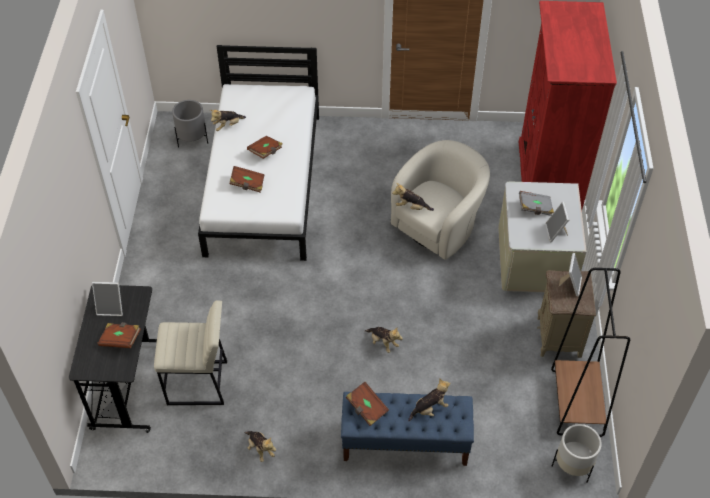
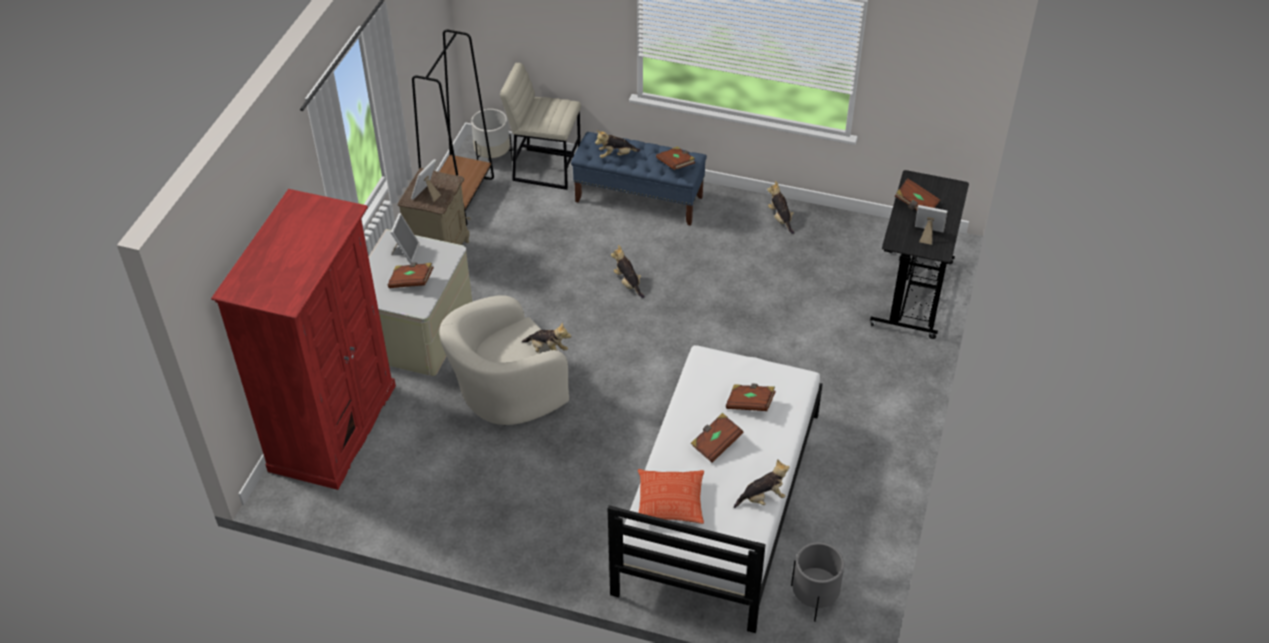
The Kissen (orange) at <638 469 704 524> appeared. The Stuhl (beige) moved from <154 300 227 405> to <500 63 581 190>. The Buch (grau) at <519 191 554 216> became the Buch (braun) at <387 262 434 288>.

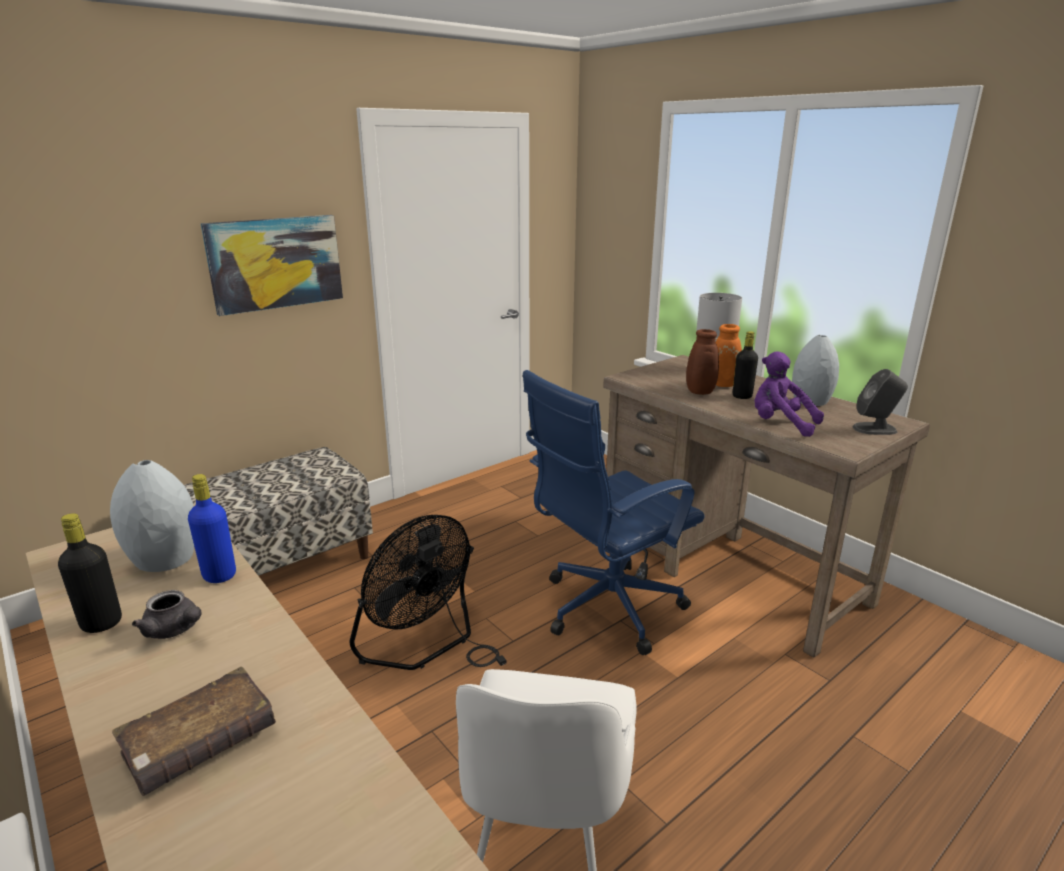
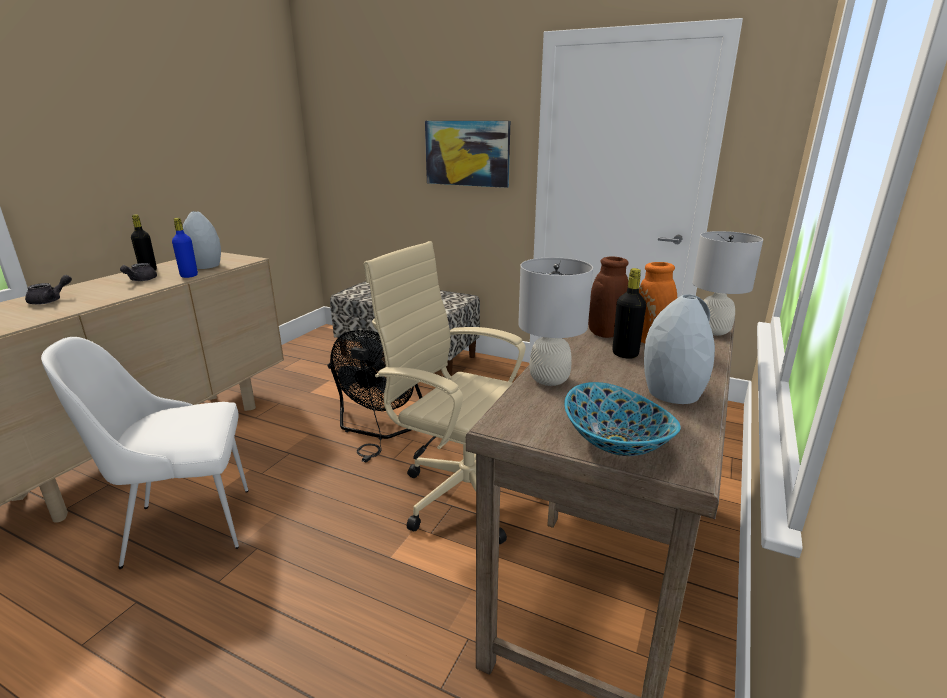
The Buch (braun) at <112 666 276 796> was replaced by the Teekanne (grau) at <25 275 72 305>. The Plüschtier (lila) at <754 351 824 437> was replaced by the Tischlampe (grau) at <518 257 593 386>. The Lautsprecher (grau) at <853 369 908 435> was replaced by the Schüssel at <564 382 681 456>. The Bürostuhl (blau) at <523 370 704 655> became the Bürostuhl (beige) at <364 241 526 544>.

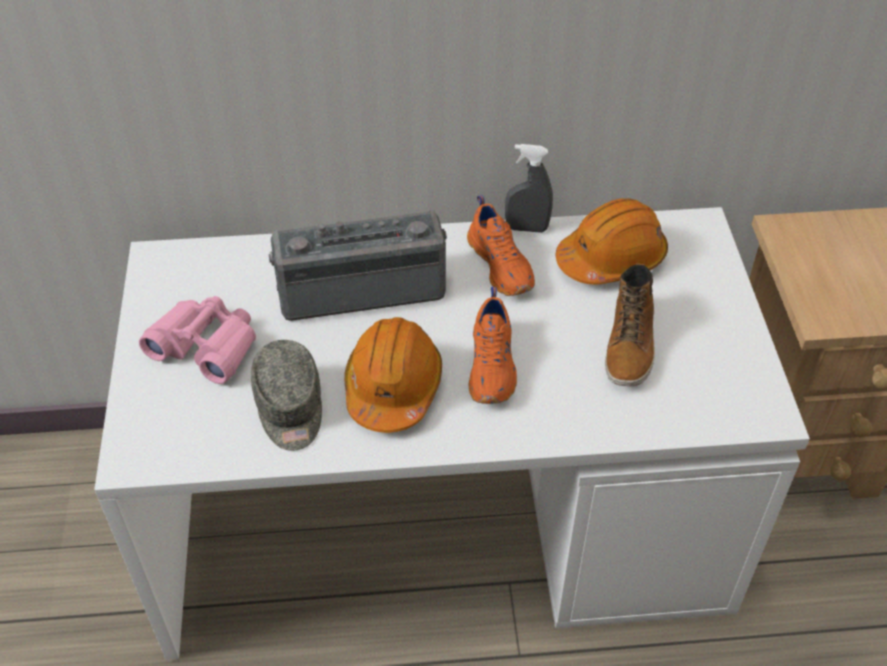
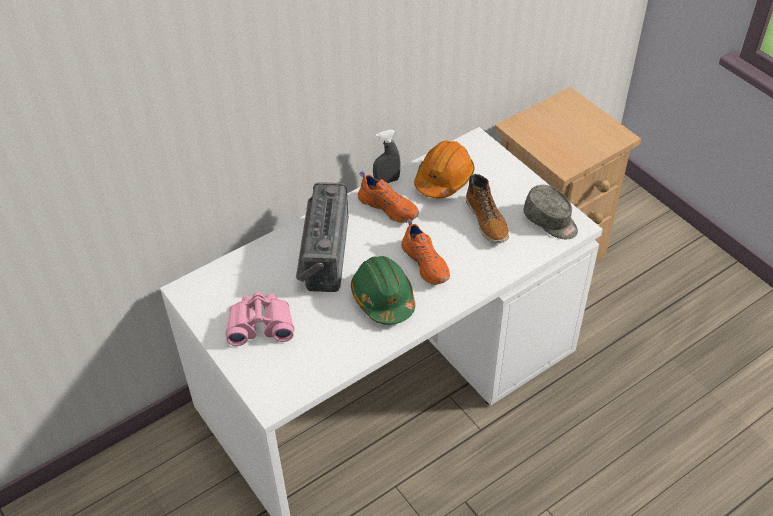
The Kappe (grau) moved from <251 340 322 451> to <523 185 578 239>. The Schutzhelm (orange) at <344 317 442 433> became the Schutzhelm (grün) at <351 256 415 325>. The Radio at <269 210 447 321> turned 45 degrees counterclockwise.

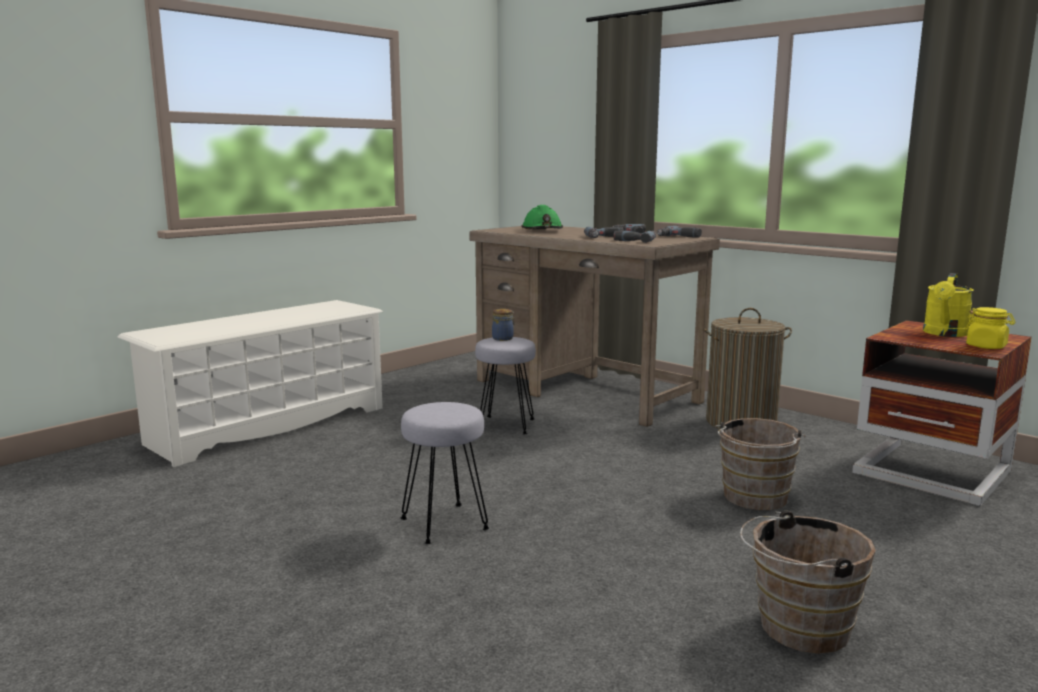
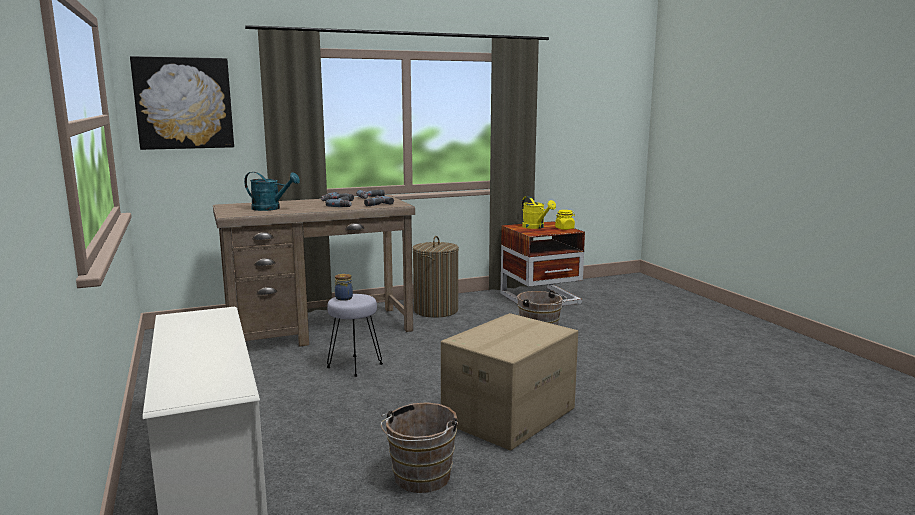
The Bild at <130 56 234 150> appeared. The Eimer (braun) moved from <740 511 876 653> to <381 402 458 493>. The Hocker (grau) at <401 402 489 544> was replaced by the Karton at <441 313 578 450>. The Schutzhelm (grün) at <521 205 563 230> was replaced by the Gießkanne (türkis) at <244 172 300 211>.

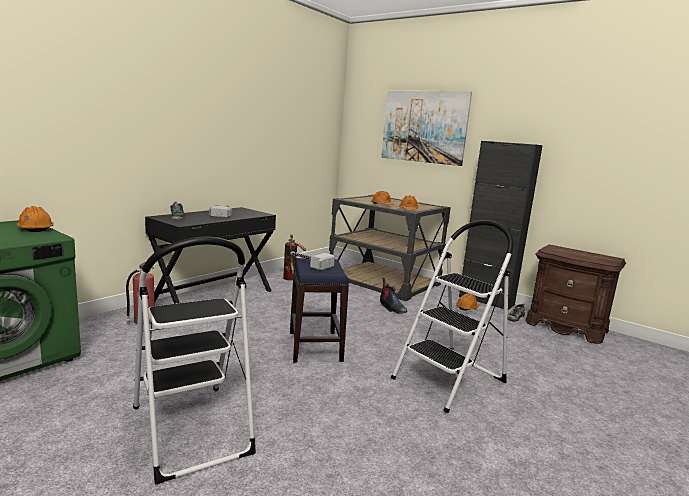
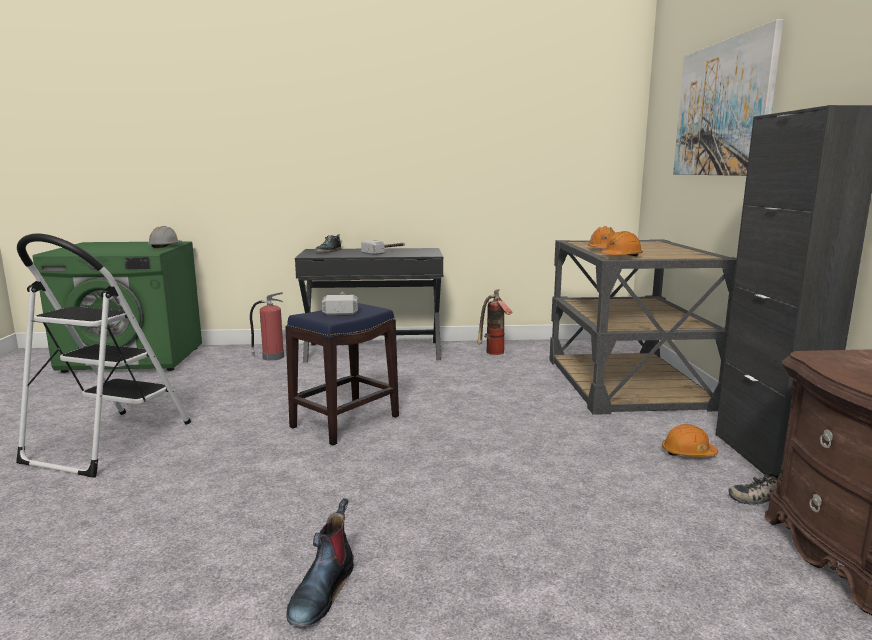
The Trittleiter at <391 220 513 413> disappeared. The Stiefel moved from <380 278 407 314> to <286 498 354 627>. The Schutzhelm (orange) at <17 206 54 232> became the Schutzhelm (grau) at <148 226 182 249>.

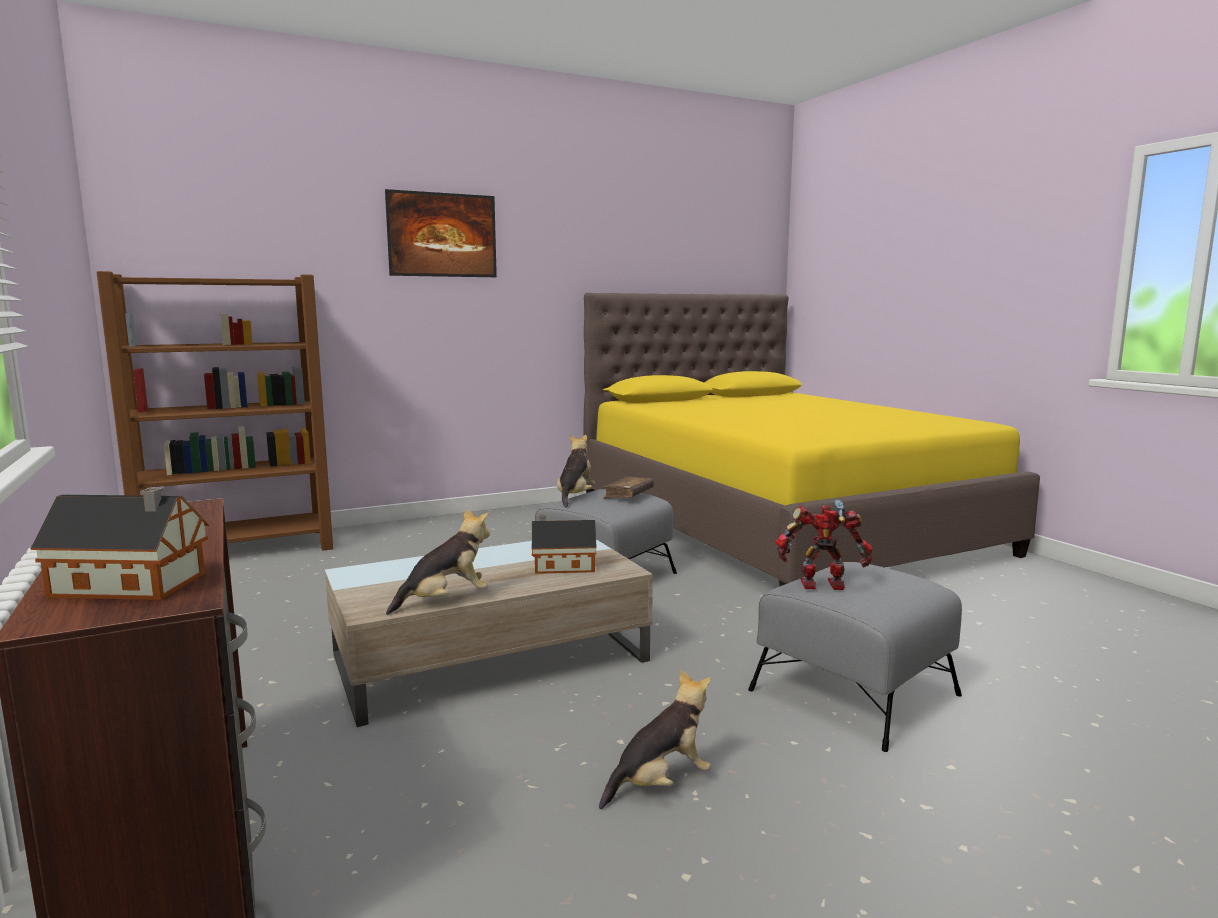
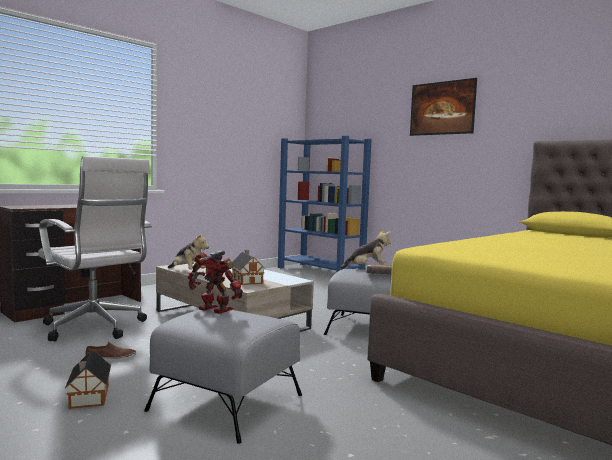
The Bürostuhl (weiß) at <38 156 152 341> appeared. The Spielzeughaus moved from <30 488 209 600> to <65 351 111 409>. The Plüschtier at <599 669 711 809> was replaced by the Schuh (braun) at <85 342 136 361>. The Bücherregal (braun) at <96 271 333 551> became the Bücherregal (blau) at <278 136 372 273>. The Spielzeugroboter at <776 499 873 590> turned 45 degrees counterclockwise.

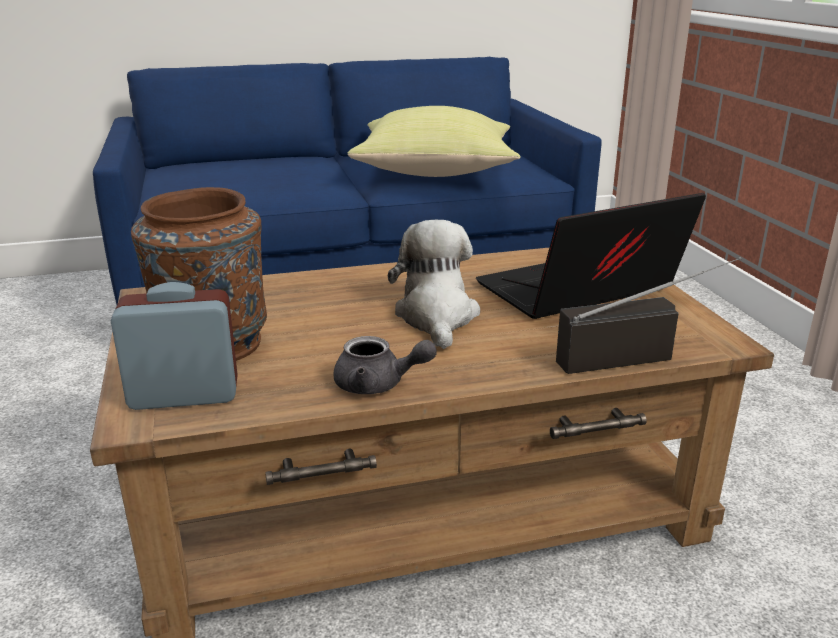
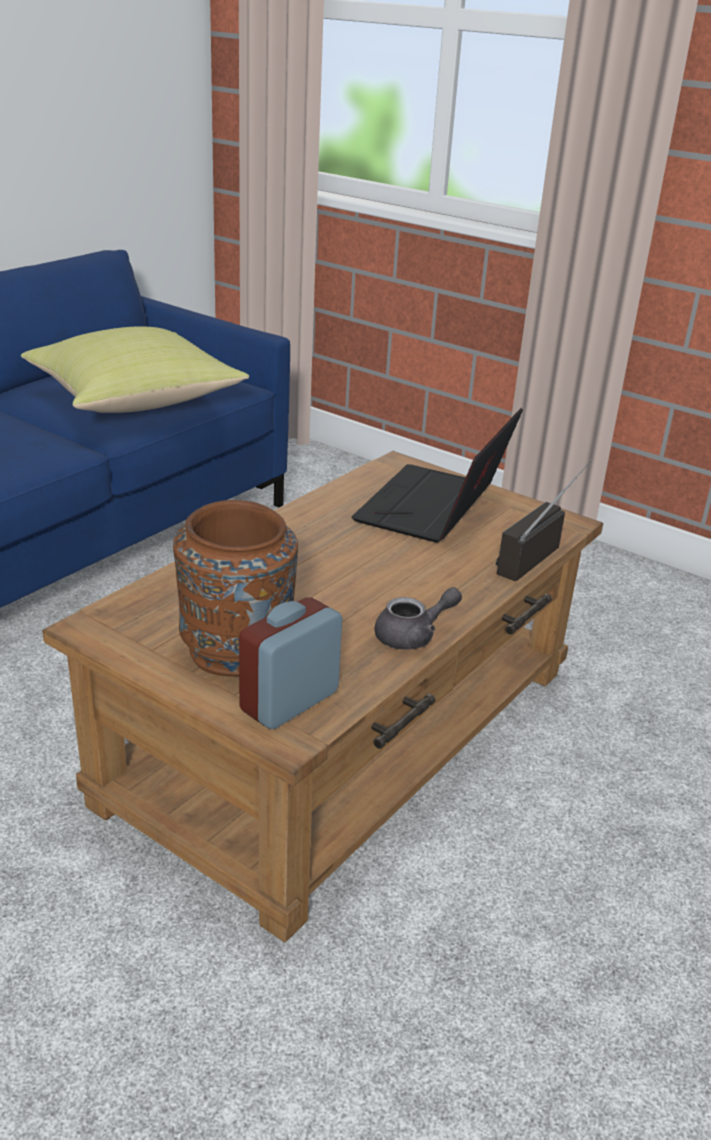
The Plüschtier at <388 220 480 349> disappeared.

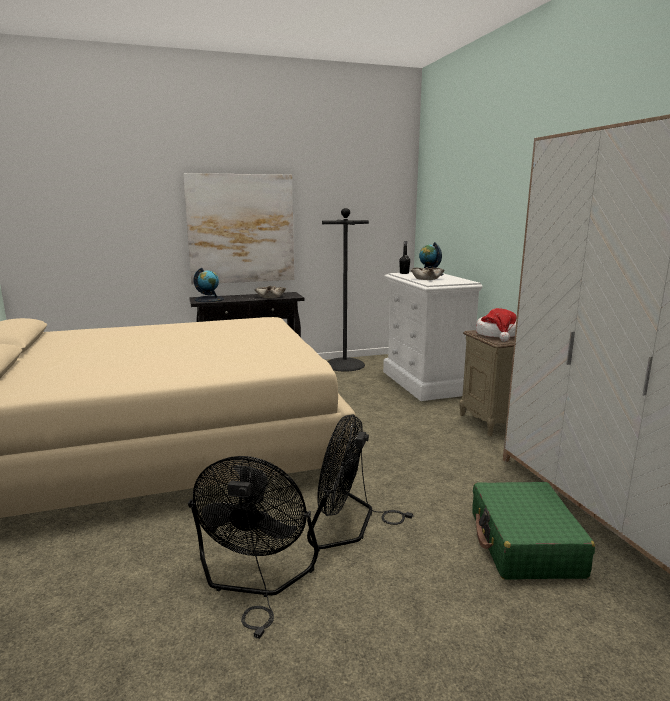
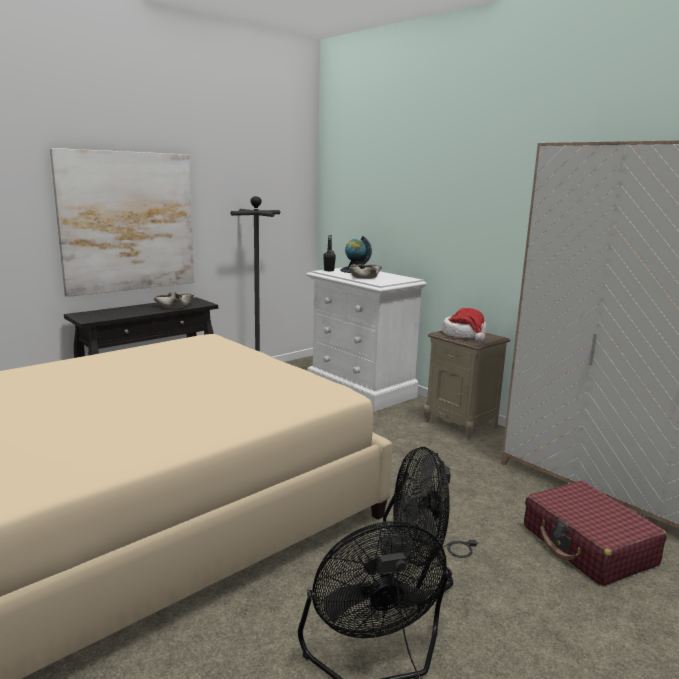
The Globus at <194 268 224 302> disappeared. The Koffer (grün) at <472 482 595 580> became the Koffer (rot) at <524 481 667 586>.

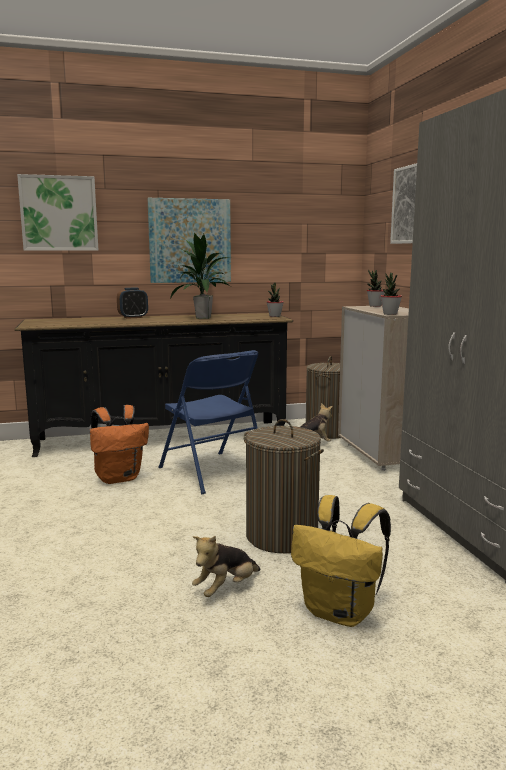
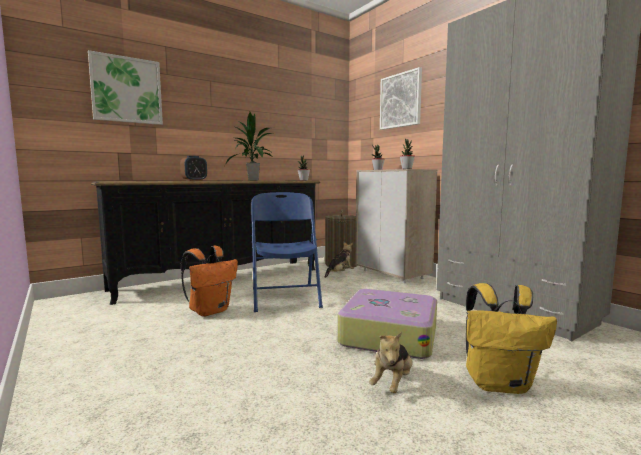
The Bild at <148 198 231 283> disappeared. The Wäschekorb at <243 419 324 553> was replaced by the Koffer at <337 289 437 359>. The Stuhl (blau) at <158 350 258 495> turned 135 degrees counterclockwise.

